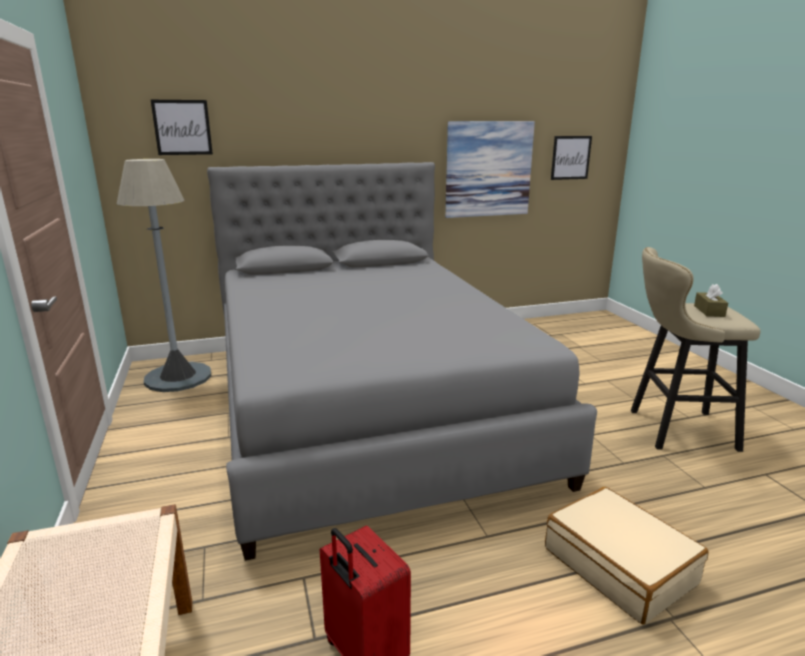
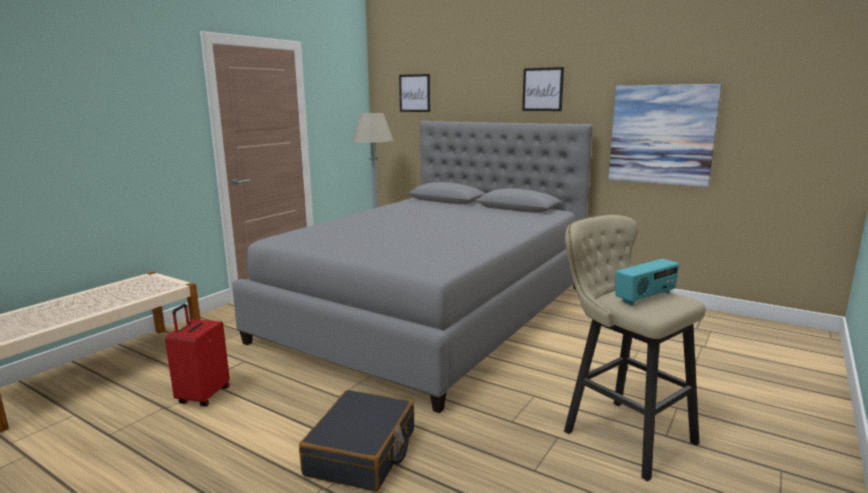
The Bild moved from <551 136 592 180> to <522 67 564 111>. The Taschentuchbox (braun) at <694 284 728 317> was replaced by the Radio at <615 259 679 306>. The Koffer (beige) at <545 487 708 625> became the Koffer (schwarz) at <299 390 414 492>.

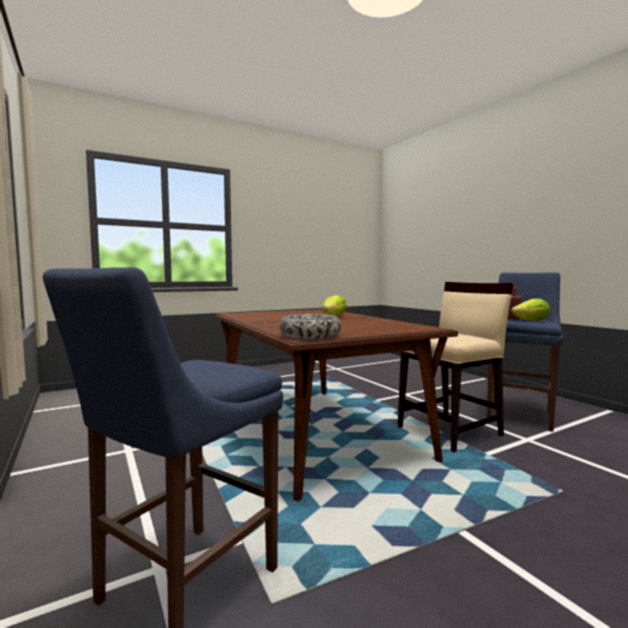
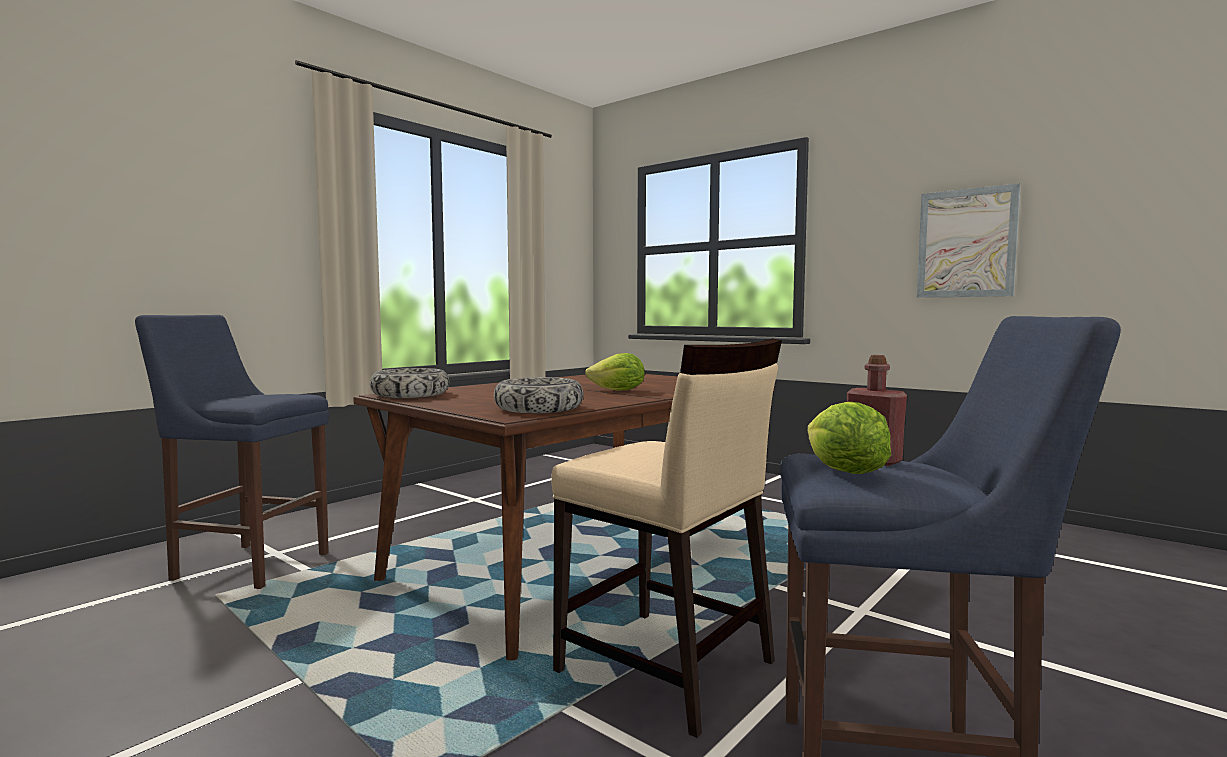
The Schüssel at <494 377 584 413> appeared. The Bild at <917 183 1021 298> appeared.

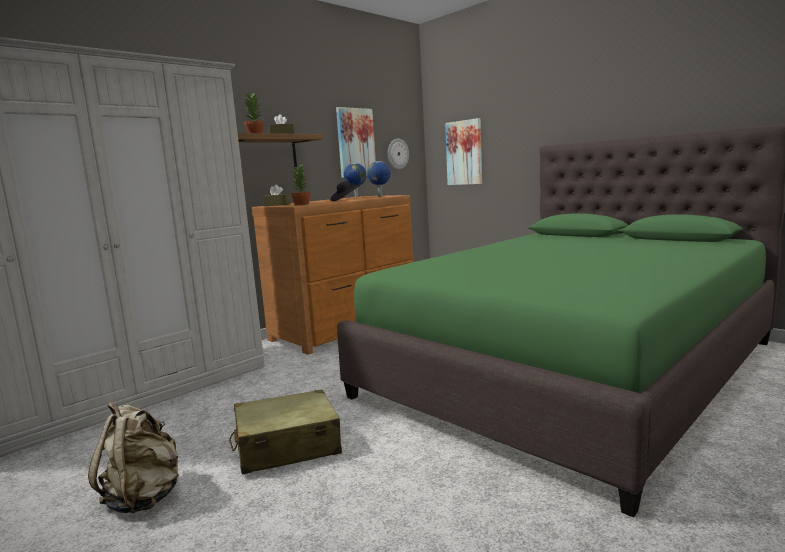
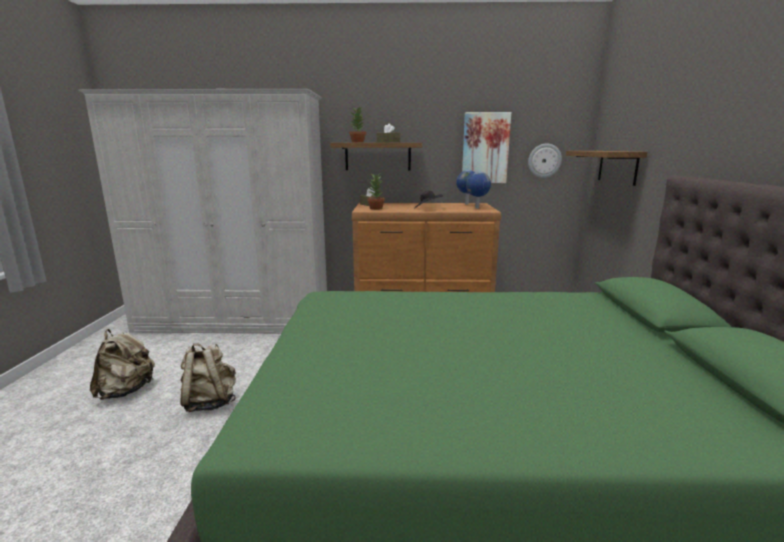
The Koffer (beige) at <229 389 342 475> was replaced by the Rucksack (beige) at <180 343 236 412>. The Bild at <445 118 482 185> was replaced by the Wandregal at <566 151 647 186>.

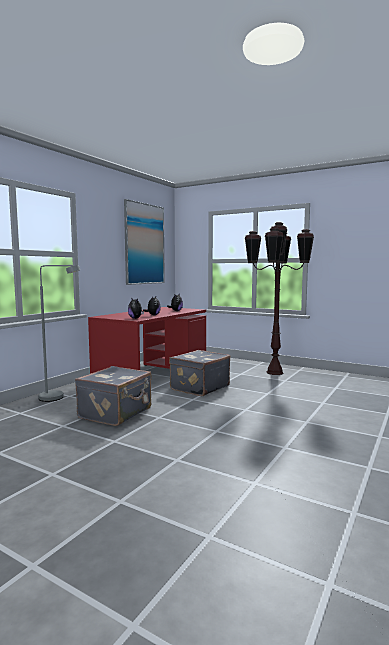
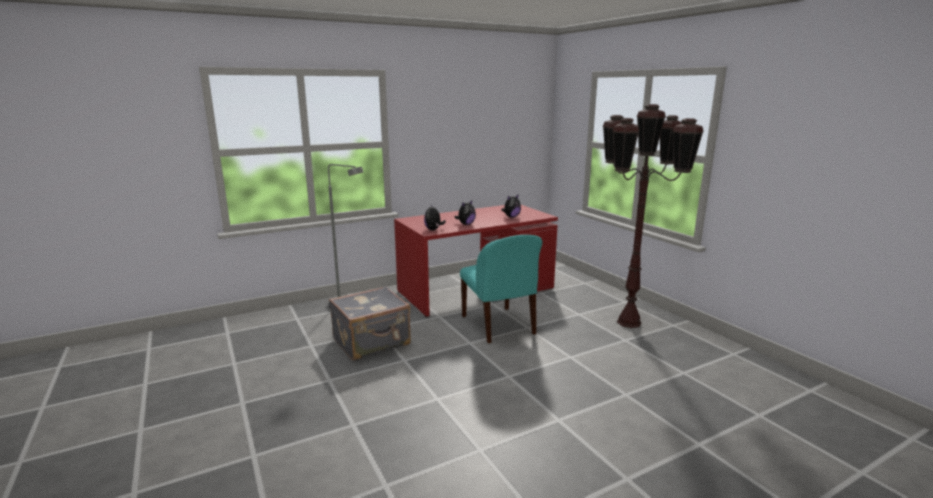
The Bild at <124 199 165 285> disappeared. The Koffer (grau) at <169 350 231 396> was replaced by the Stuhl (türkis) at <460 235 542 343>.

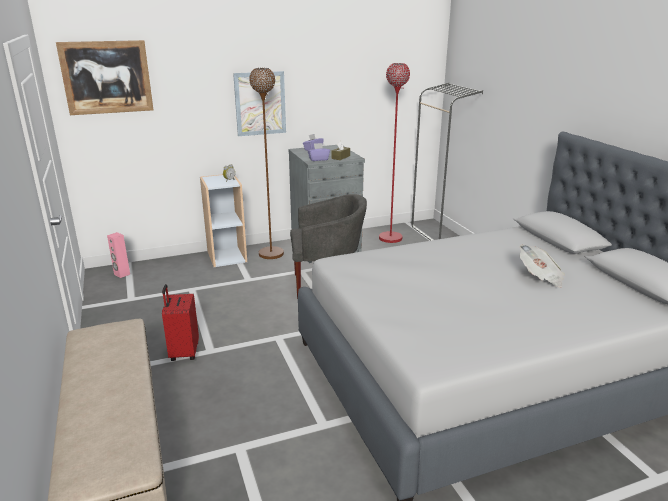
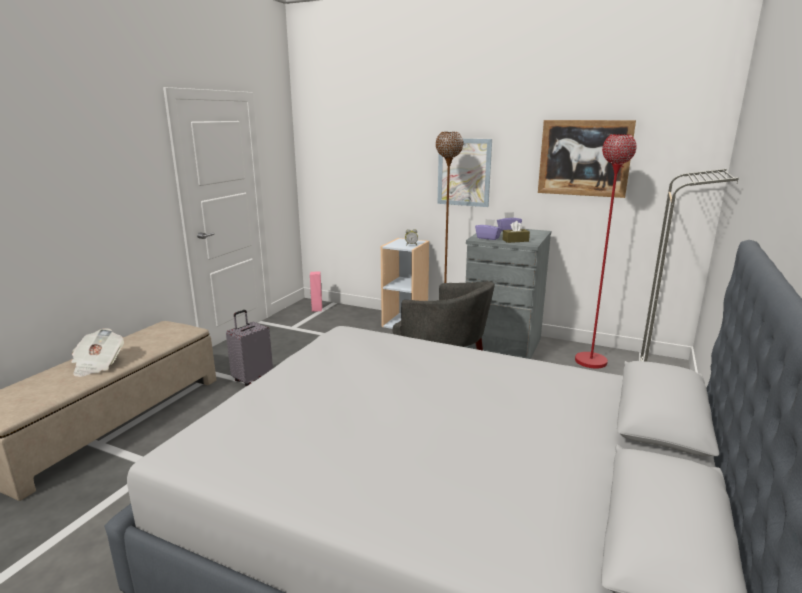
The Bild moved from <56 40 153 115> to <538 120 636 198>. The Zeitung moved from <519 244 565 288> to <71 328 124 377>. The Koffer (rot) at <162 284 199 361> became the Koffer (grau) at <226 310 273 386>.

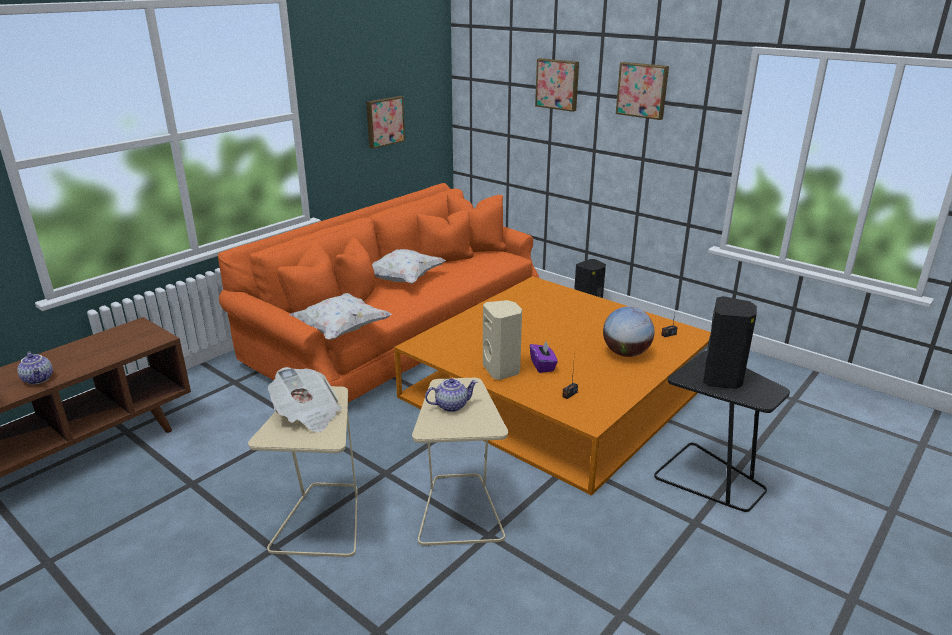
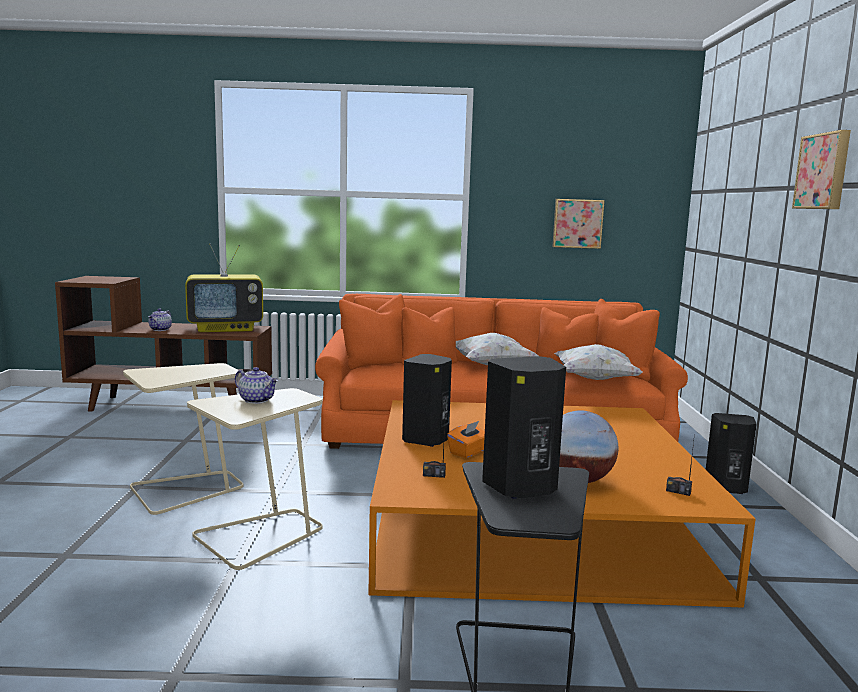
The Zeitung at <268 367 342 432> disappeared. The Bild at <535 58 579 112> disappeared. The Fernseher at <185 244 263 332> appeared. The Kissen (weiß) moved from <289 293 392 340> to <554 344 643 380>. The Lautsprecher (beige) at <483 300 522 380> became the Lautsprecher (schwarz) at <402 354 452 447>. The Taschentuchbox (lila) at <530 341 558 373> became the Taschentuchbox (orange) at <447 421 485 458>.

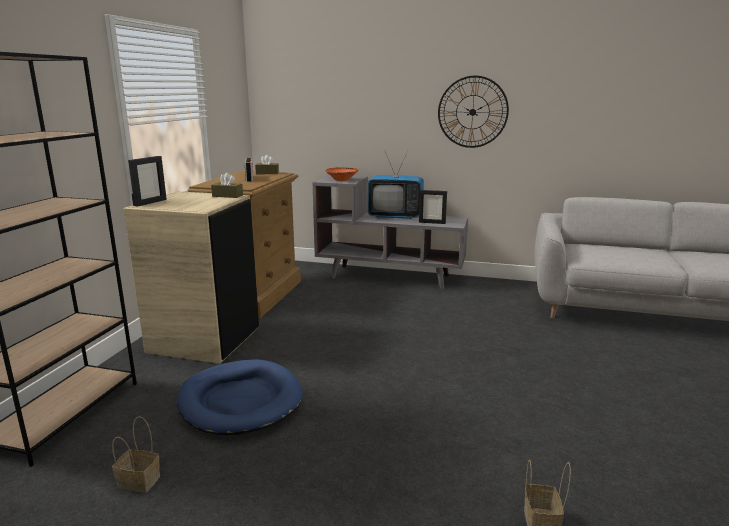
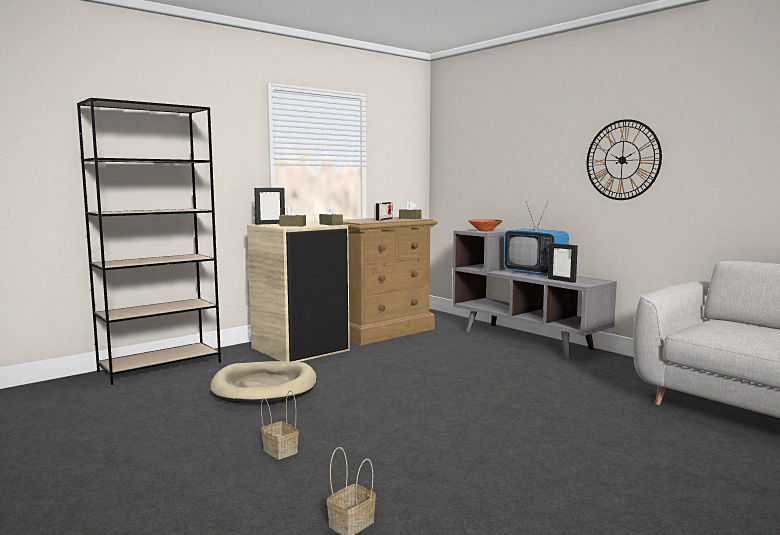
The Taschentuchbox (braun) at <279 205 306 226> appeared. The Korb moved from <112 416 160 493> to <261 390 299 460>. The Hundebett (blau) at <177 359 303 435> became the Hundebett (beige) at <210 361 317 404>.

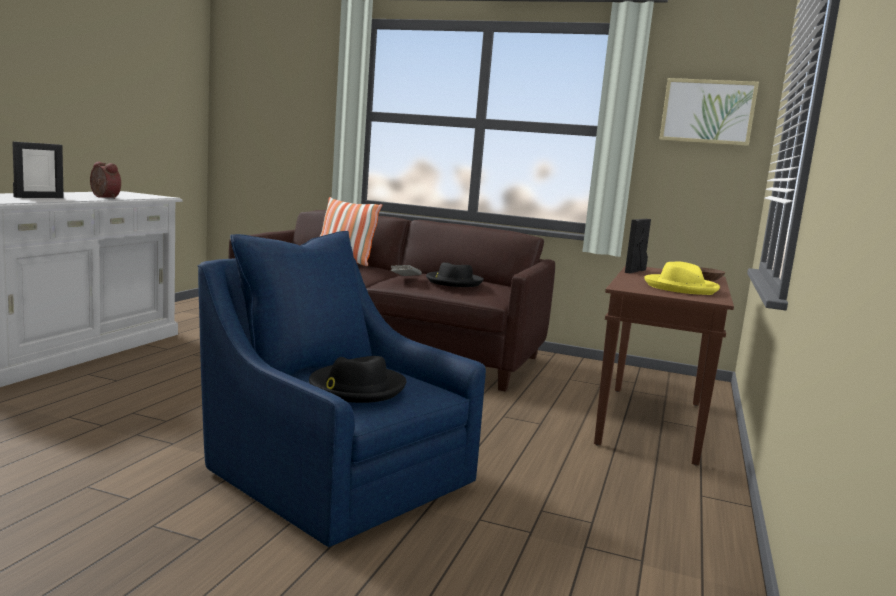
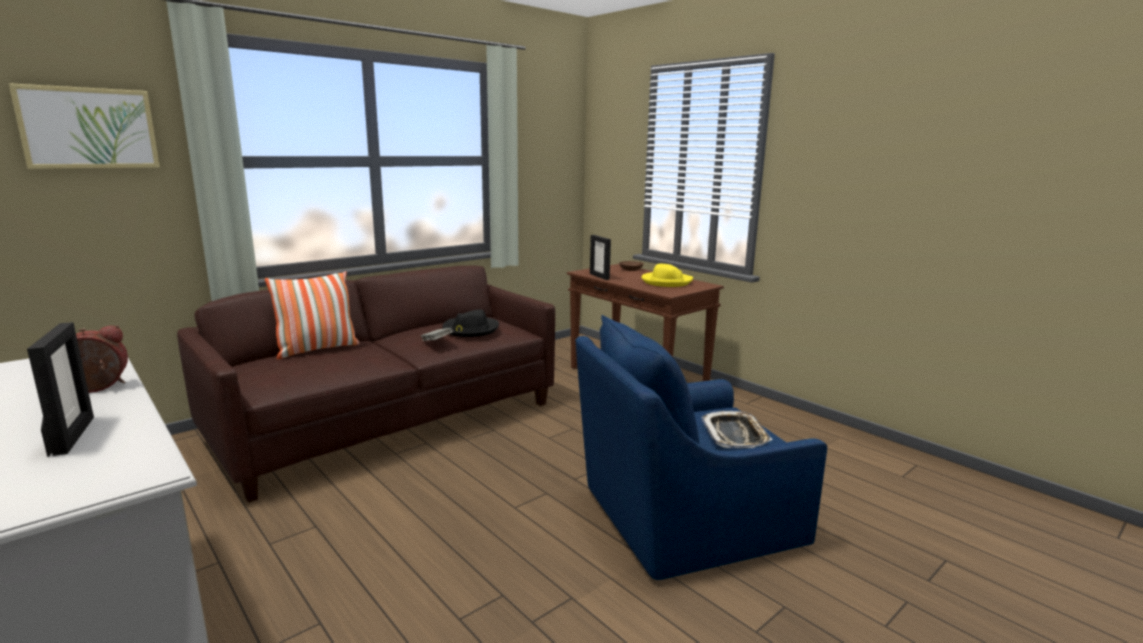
The Bild moved from <659 78 759 146> to <9 83 160 169>. The Hut (schwarz) at <309 356 406 403> was replaced by the Tablett at <702 411 773 448>.

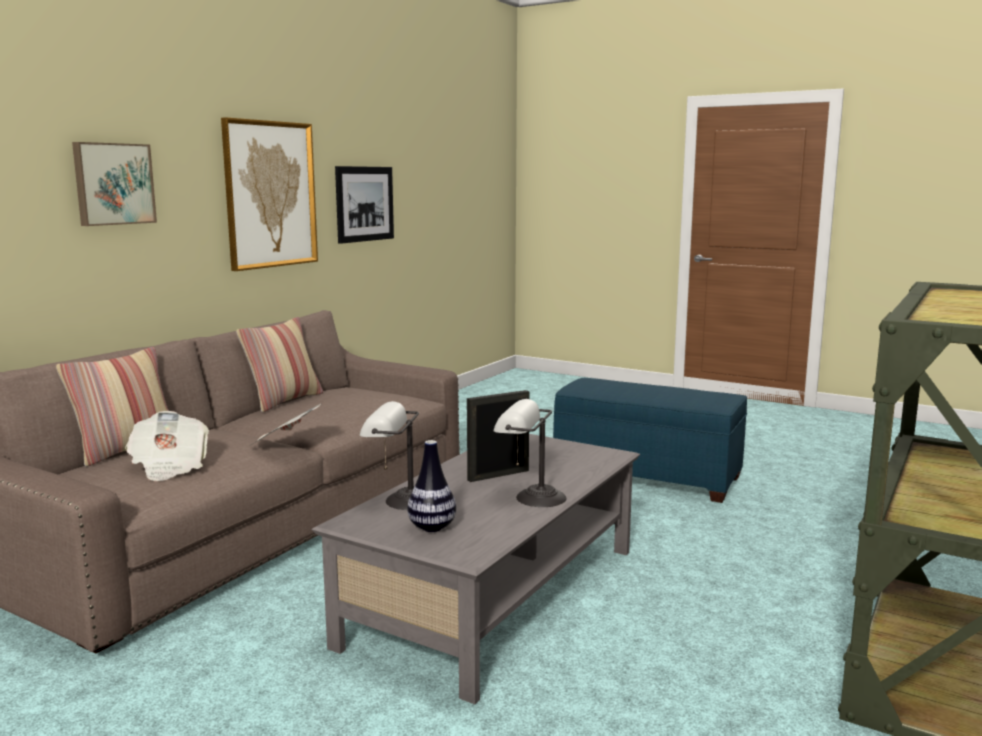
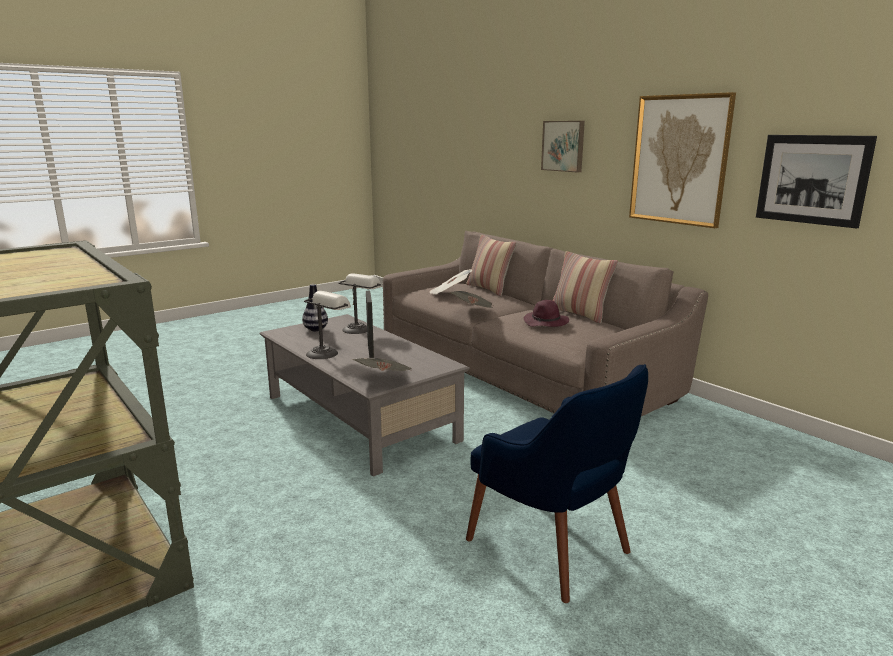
The Zeitung at <351 358 412 371> appeared. The Hut (lila) at <524 300 569 327> appeared. The Polsterhocker (blau) at <553 378 747 503> was replaced by the Sessel (blau) at <466 364 648 603>.

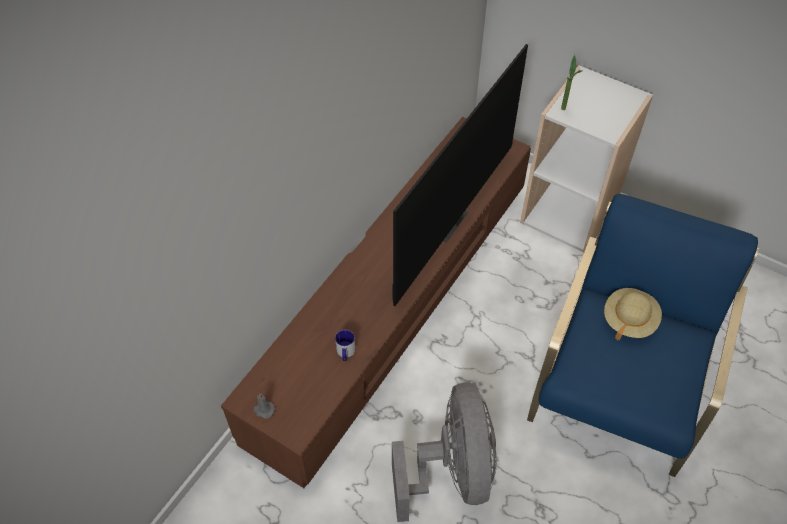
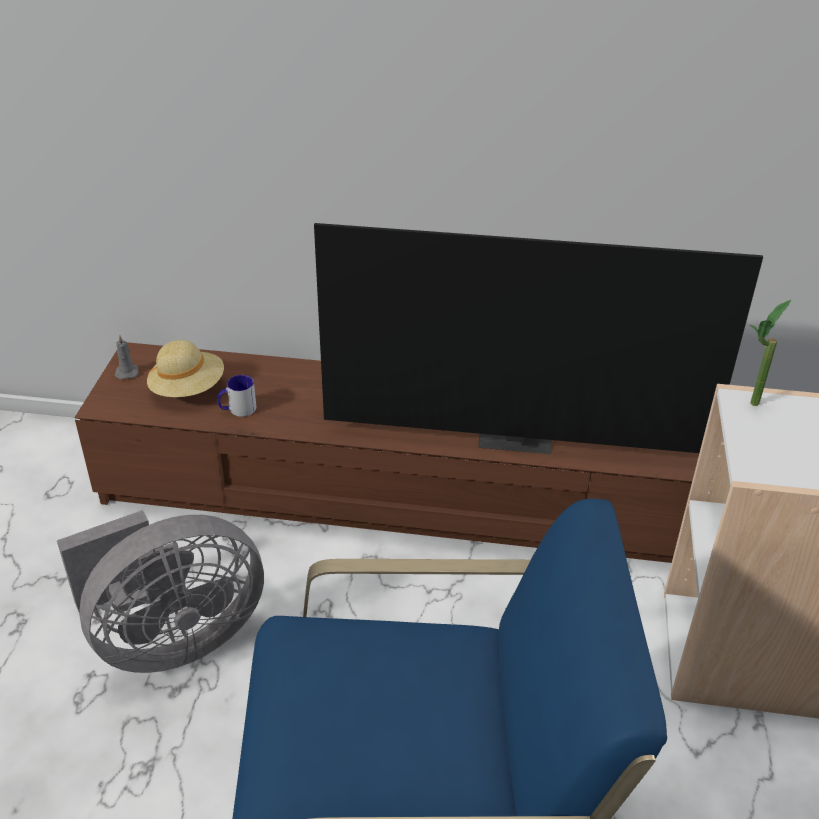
The Hut (beige) moved from <604 288 662 340> to <147 340 224 397>.

